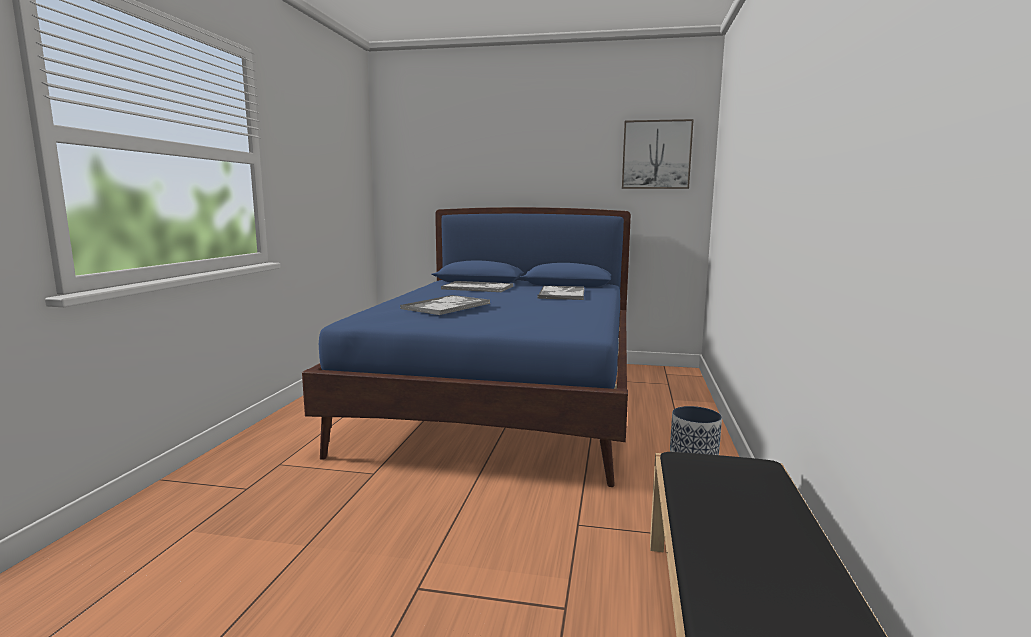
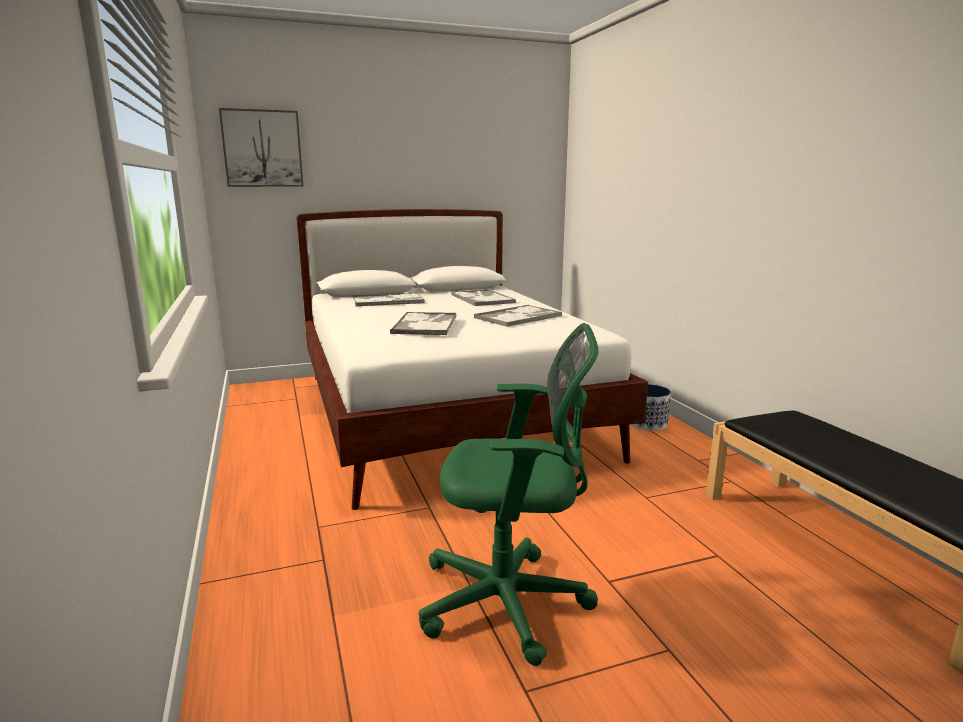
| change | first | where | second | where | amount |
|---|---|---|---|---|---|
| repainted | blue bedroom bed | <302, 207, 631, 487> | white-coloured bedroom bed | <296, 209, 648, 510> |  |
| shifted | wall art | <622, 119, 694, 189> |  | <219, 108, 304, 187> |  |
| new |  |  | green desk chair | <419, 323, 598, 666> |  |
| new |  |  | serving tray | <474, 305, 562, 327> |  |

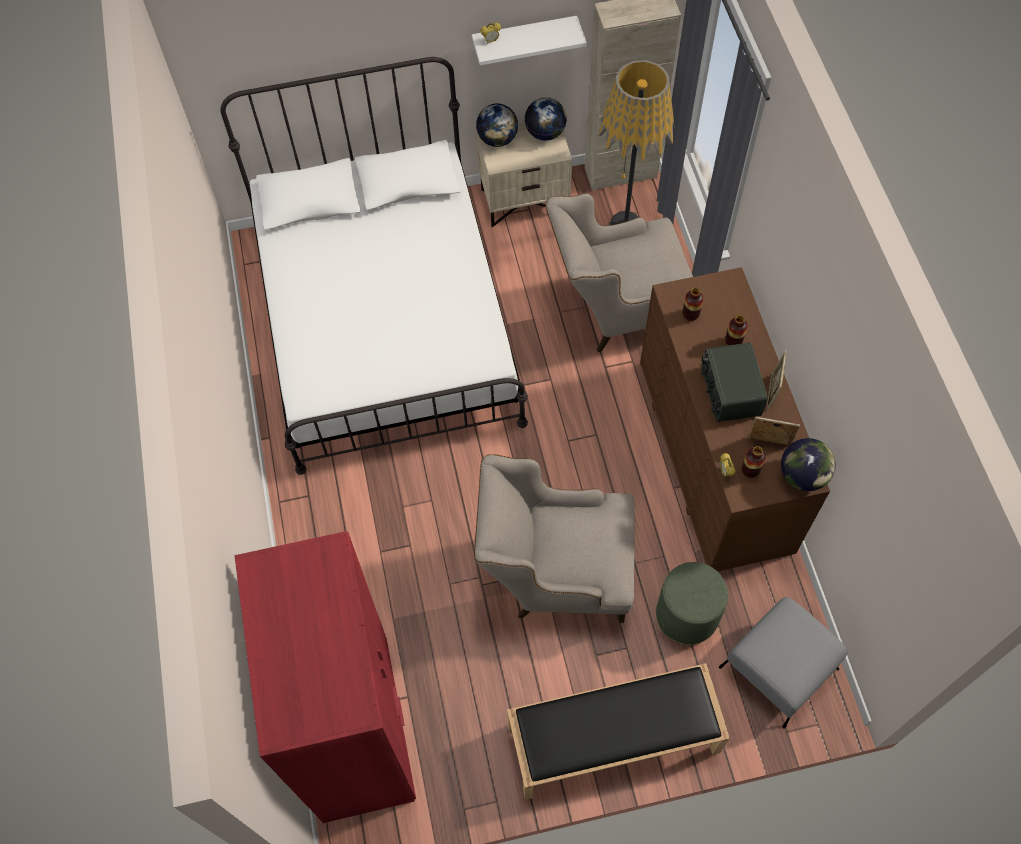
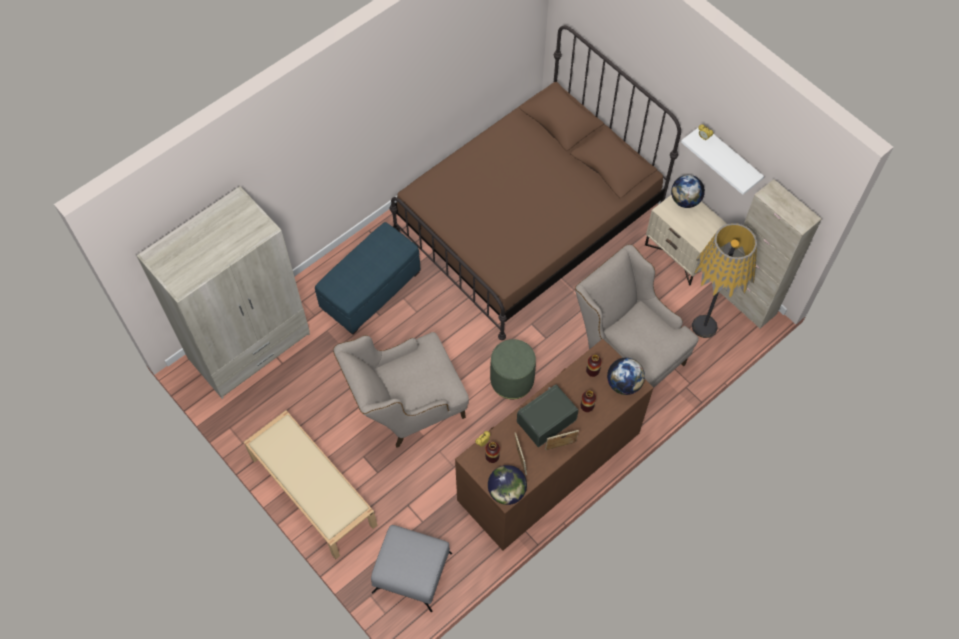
| change | first | where | second | where | amount |
|---|---|---|---|---|---|
| repainted | white-coloured bedroom bed | <220, 57, 528, 475> | brown bedroom bed | <389, 25, 681, 340> |  |
| repainted | red-coloured wardrobe | <235, 531, 416, 823> | beige wardrobe | <136, 186, 310, 399> |  |
| rotated | beige armchair | <474, 454, 635, 623> |  | <333, 332, 469, 448> | 90 degrees counterclockwise |
| repainted | black indoor bench | <507, 663, 730, 800> | beige indoor bench | <244, 410, 377, 559> |  |
| shifted | world globe | <525, 97, 567, 141> |  | <607, 358, 645, 395> |  |
| shifted | green pouffe | <656, 562, 728, 645> |  | <490, 339, 536, 399> |  |
| new |  |  | blue pouffe | <315, 222, 421, 335> |  |

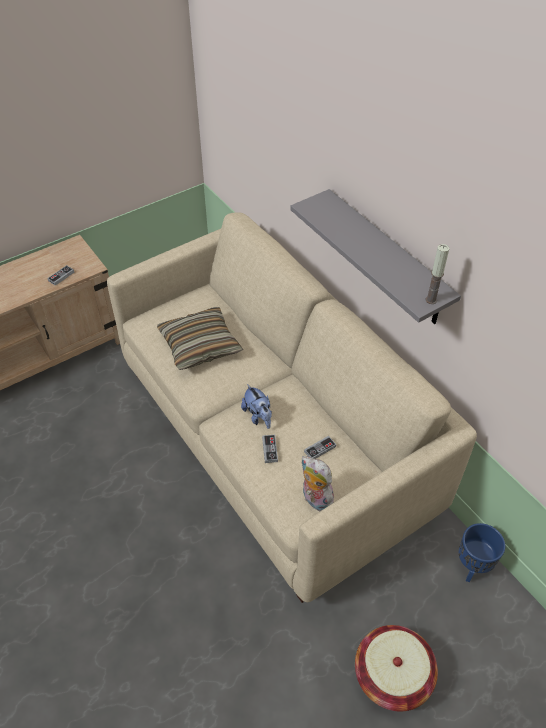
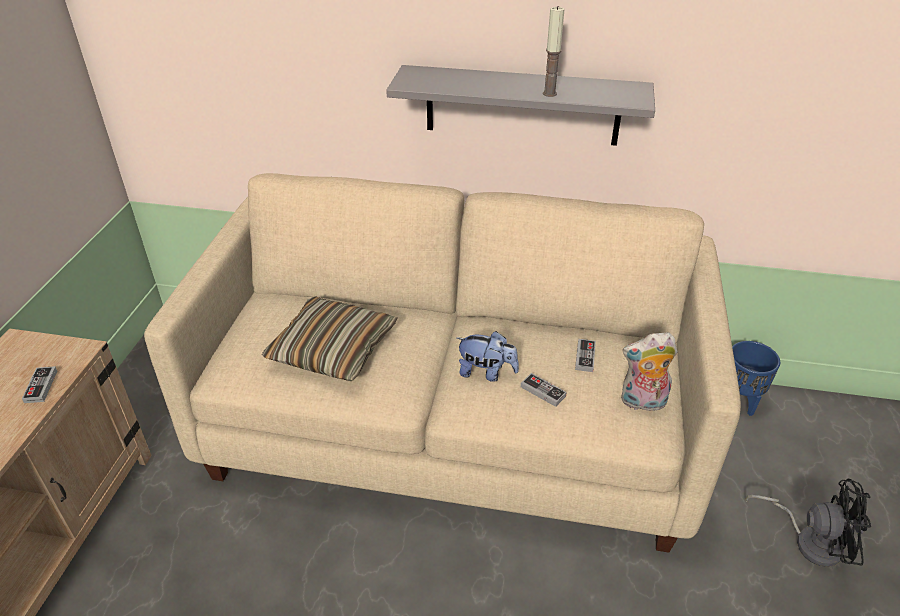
| change | first | where | second | where | amount |
|---|---|---|---|---|---|
| swapped | storage basket | <355, 625, 438, 712> | black electric fan | <746, 479, 871, 567> |  |
| shifted | wax candle | <426, 244, 450, 304> |  | <543, 6, 565, 97> |  |

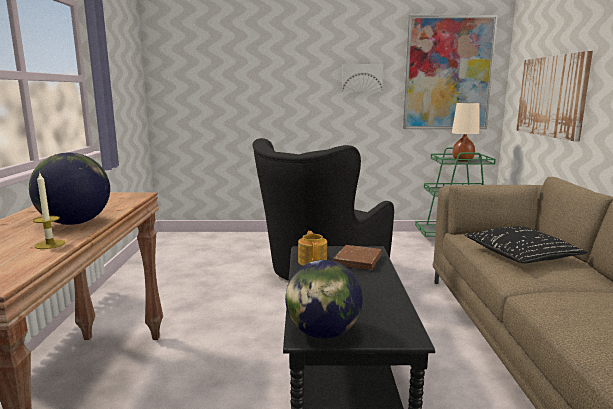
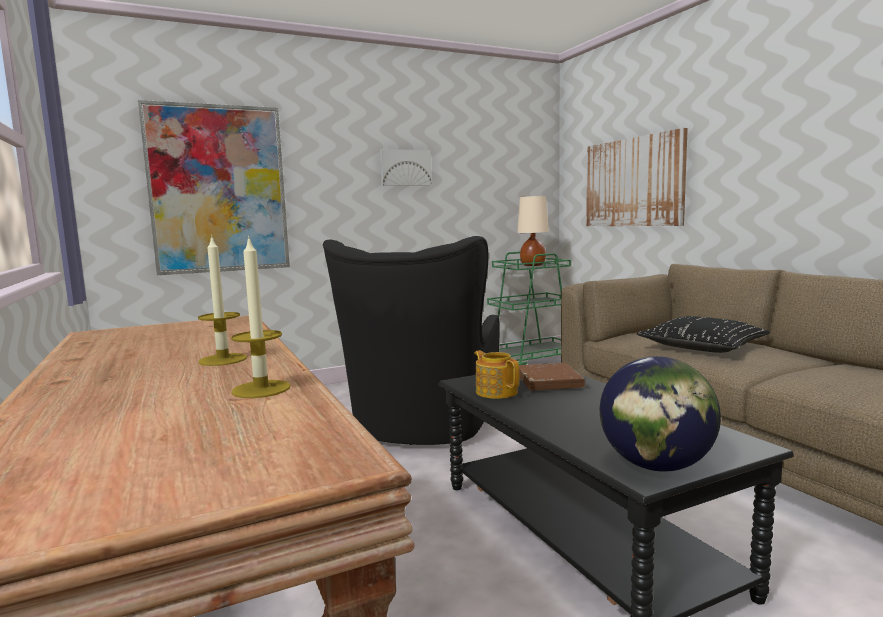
| change | first | where | second | where | amount |
|---|---|---|---|---|---|
| swapped | world globe | <29, 152, 110, 225> | wax candle | <198, 235, 247, 366> |  |
| shifted | wall art | <403, 15, 498, 129> |  | <138, 100, 290, 275> |  |

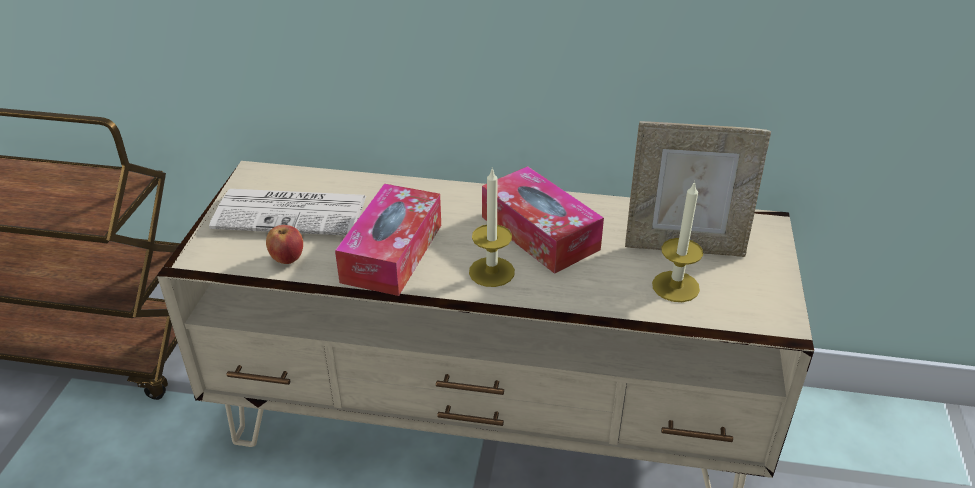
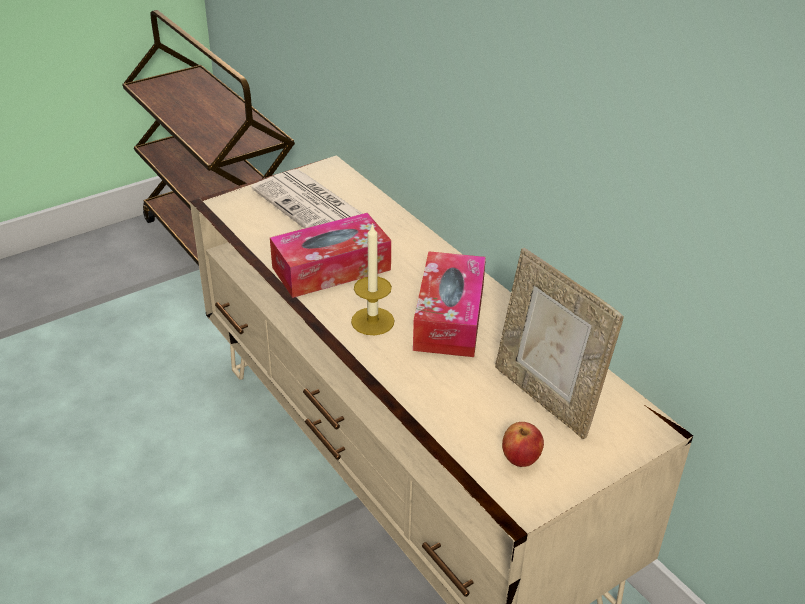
| change | first | where | second | where | amount |
|---|---|---|---|---|---|
| shifted | whole apple | <266, 225, 303, 264> |  | <502, 422, 544, 467> |  |
| gone | wax candle | <652, 181, 703, 302> |  |  |  |

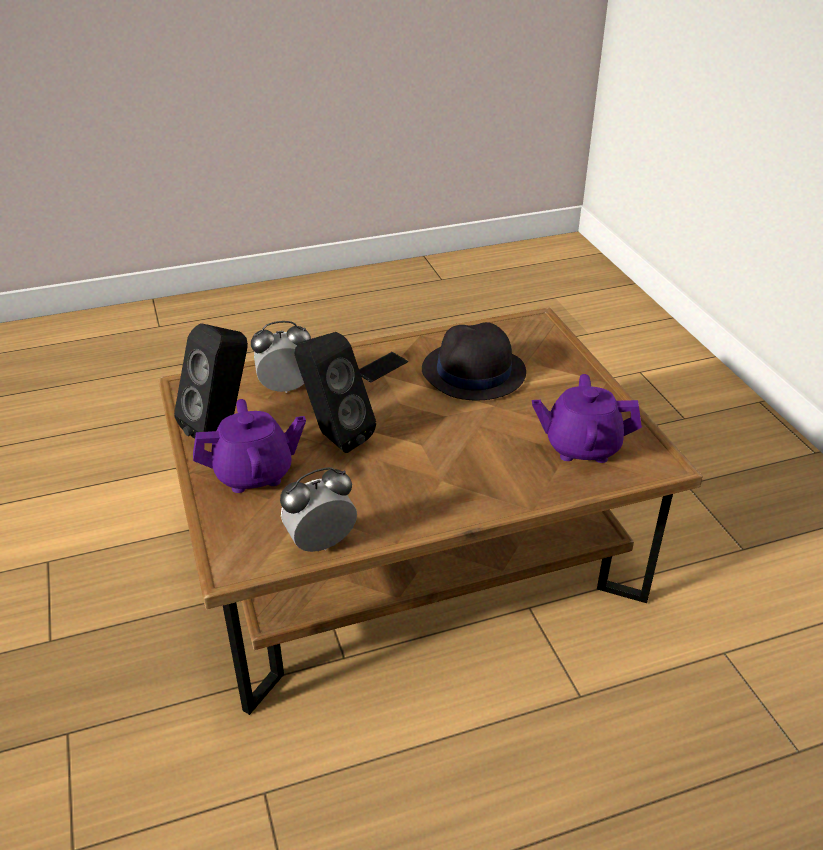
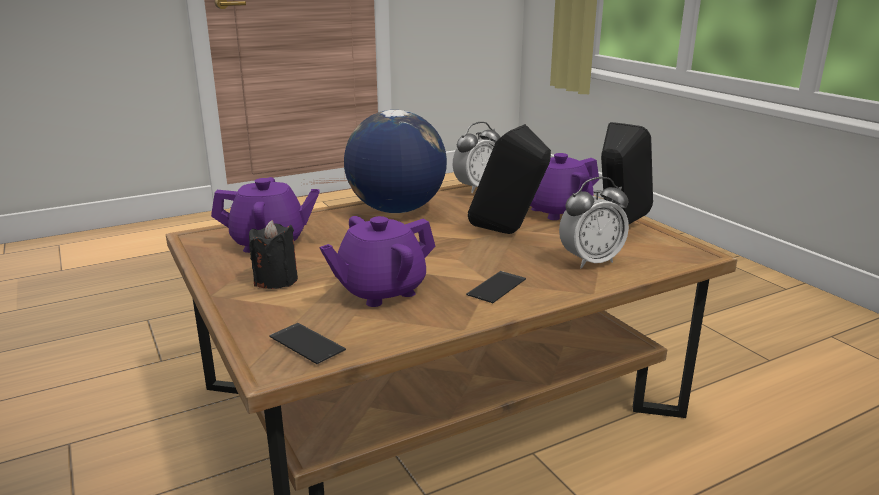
| change | first | where | second | where | amount |
|---|---|---|---|---|---|
| swapped | black clothing hat | <422, 322, 526, 400> | purple tea pot | <320, 216, 436, 307> |  |
| new |  |  | black wax candle | <249, 220, 298, 289> |  |
| new |  |  | phone | <269, 323, 346, 364> |  |
| new |  |  | world globe | <344, 110, 447, 213> |  |

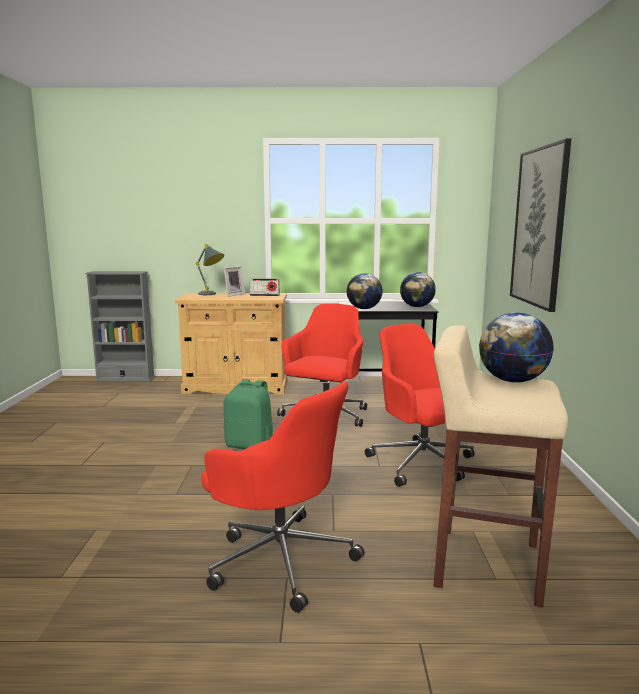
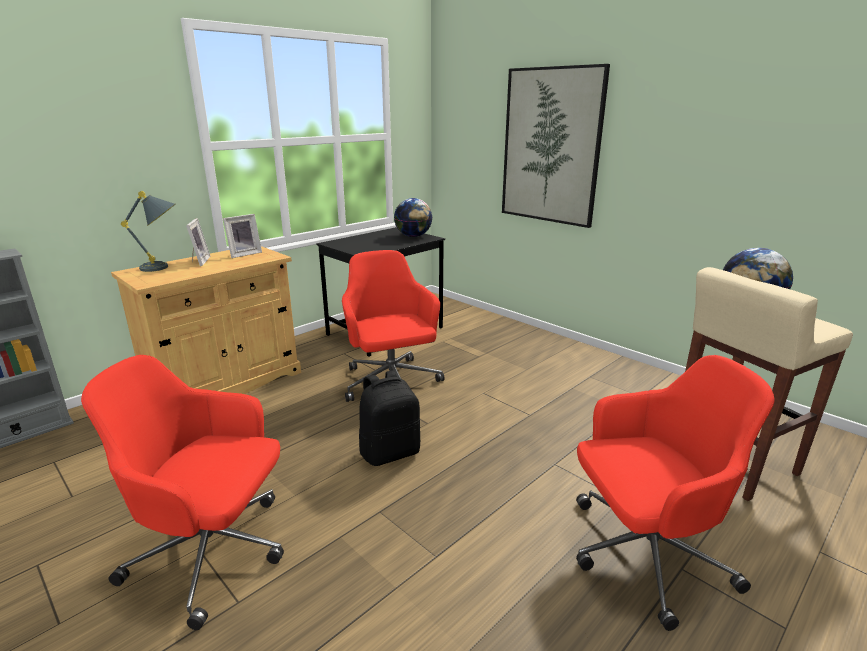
| change | first | where | second | where | amount |
|---|---|---|---|---|---|
| repainted | green rucksack | <223, 379, 273, 449> | black rucksack | <359, 370, 420, 466> |  |
| swapped | radio | <249, 279, 279, 296> | standing frame | <223, 214, 262, 258> |  |
| gone | world globe | <347, 273, 383, 309> |  |  |  |
| shifted | red-coloured desk chair | <365, 324, 474, 487> |  | <81, 355, 284, 630> |  |

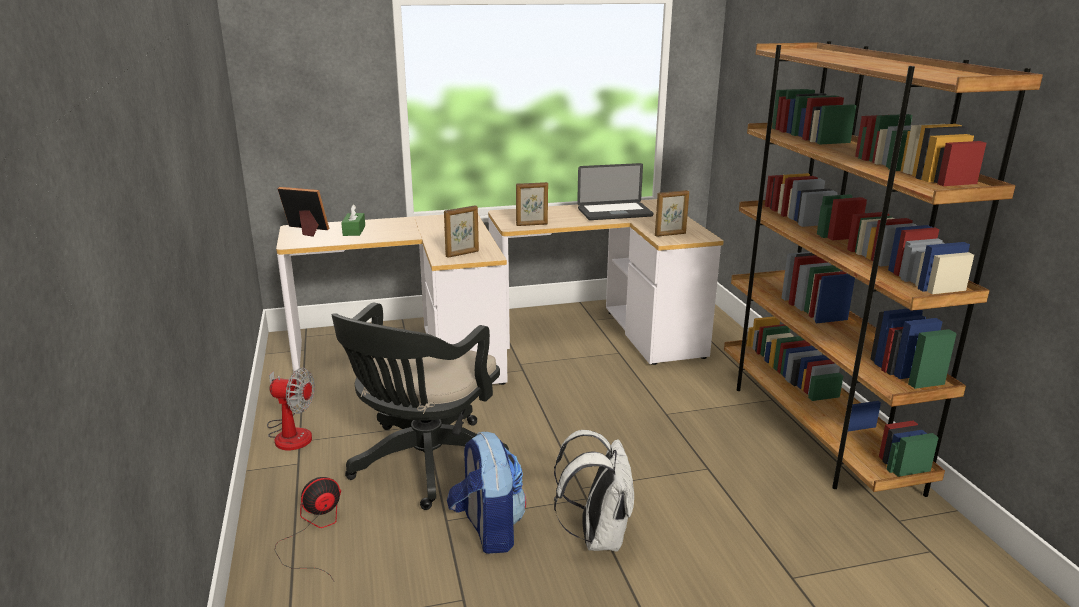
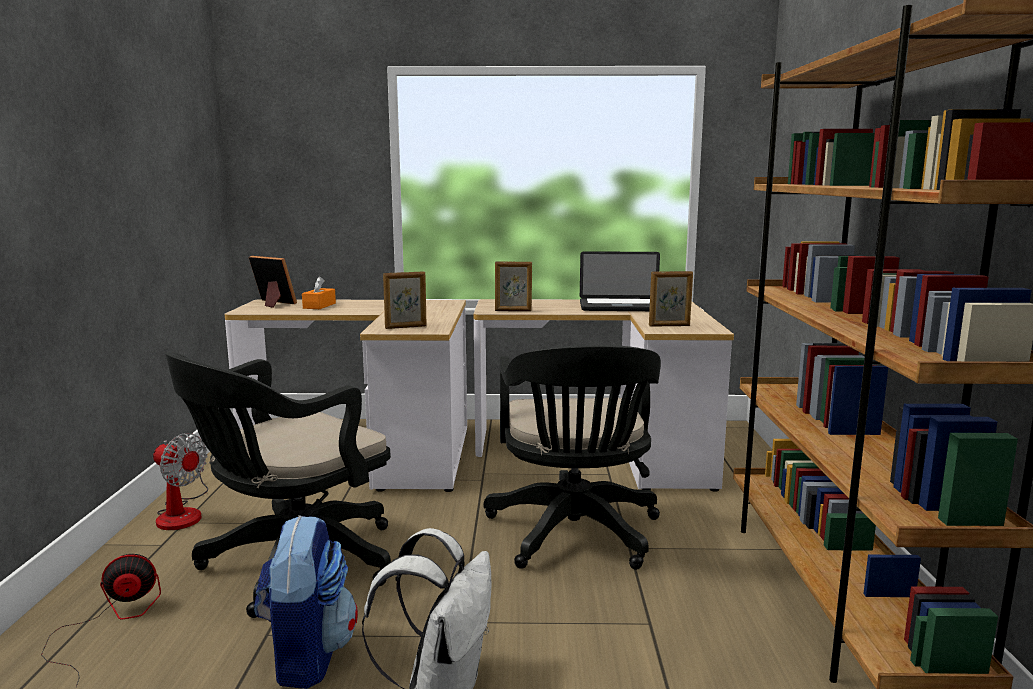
| change | first | where | second | where | amount |
|---|---|---|---|---|---|
| repainted | green tissue box | <341, 204, 365, 236> | orange tissue box | <302, 276, 336, 309> |  |
| new |  |  | black desk chair | <484, 345, 661, 570> |  |

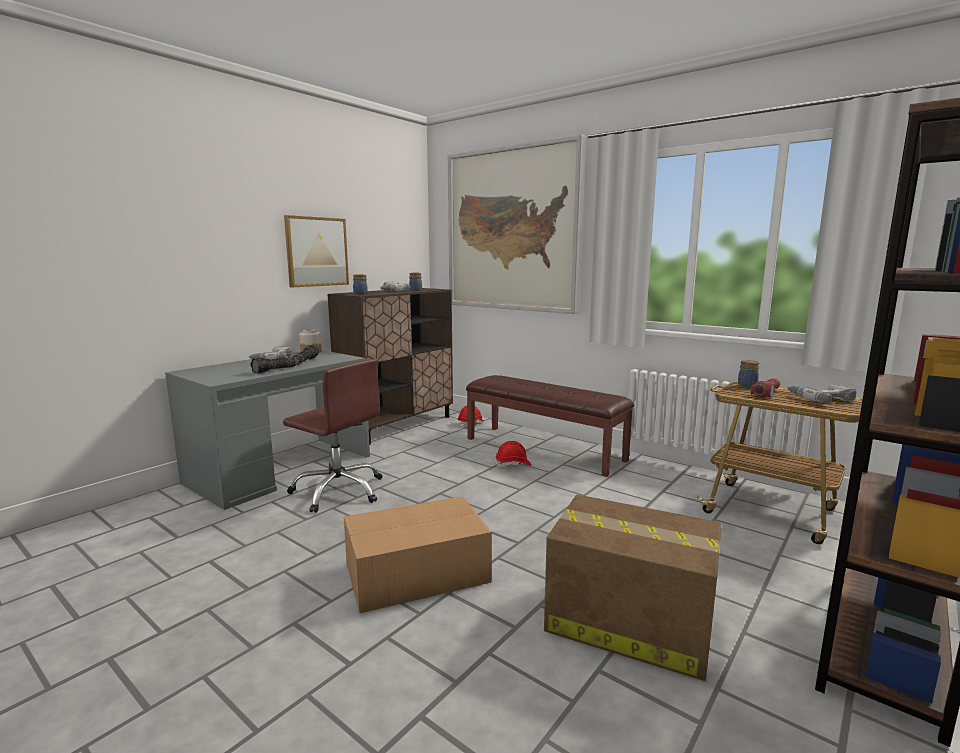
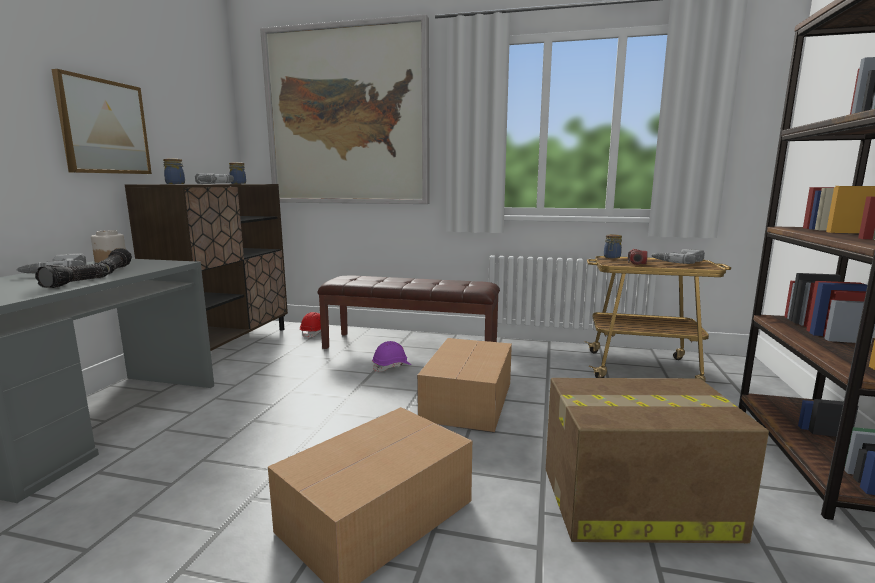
| change | first | where | second | where | amount |
|---|---|---|---|---|---|
| gone | brown desk chair | <283, 358, 382, 513> |  |  |  |
| repainted | red-coloured hard hat | <496, 441, 531, 467> | purple hard hat | <372, 341, 411, 372> |  |
| new |  |  | cardboard box | <417, 338, 512, 432> |  |

